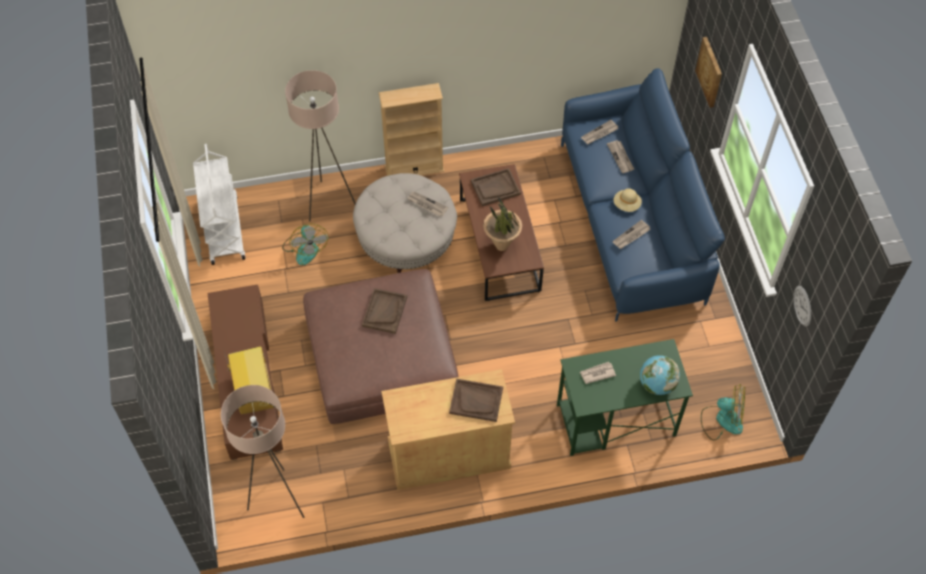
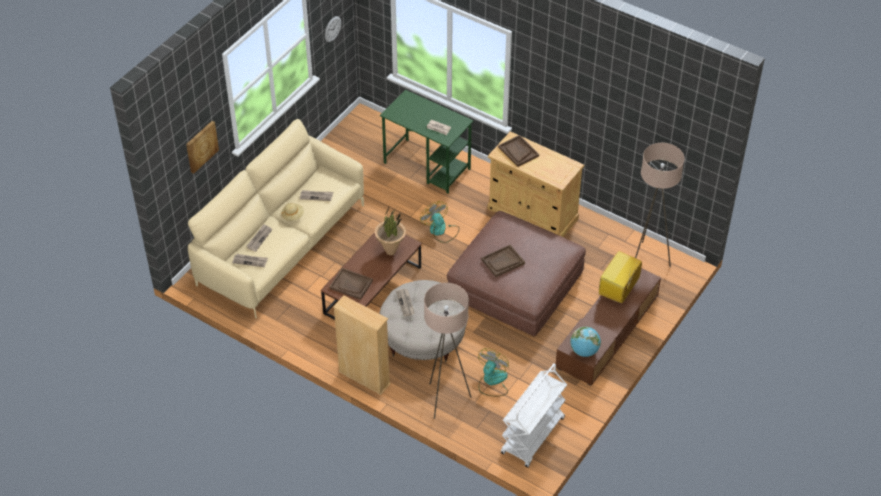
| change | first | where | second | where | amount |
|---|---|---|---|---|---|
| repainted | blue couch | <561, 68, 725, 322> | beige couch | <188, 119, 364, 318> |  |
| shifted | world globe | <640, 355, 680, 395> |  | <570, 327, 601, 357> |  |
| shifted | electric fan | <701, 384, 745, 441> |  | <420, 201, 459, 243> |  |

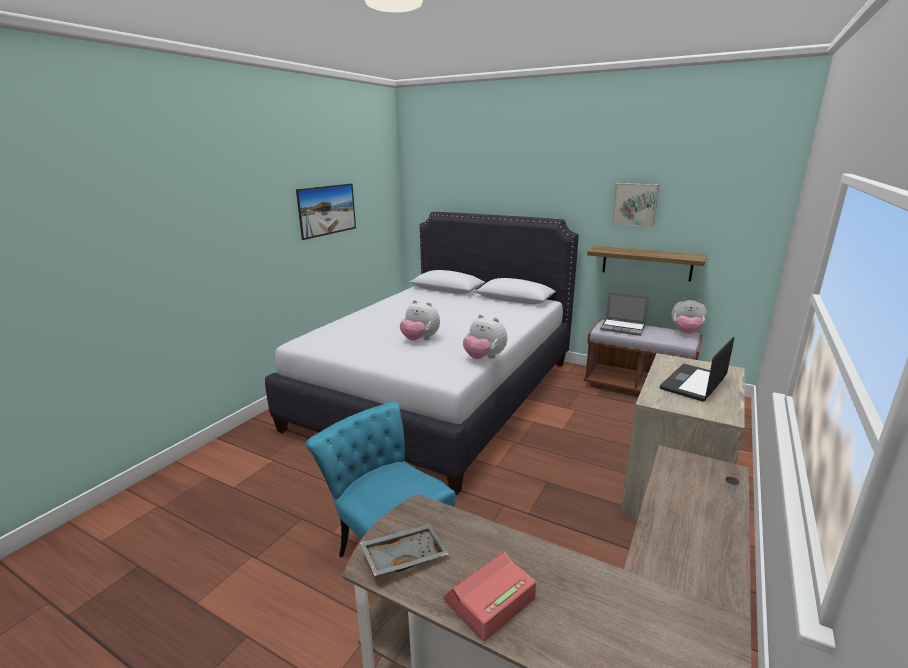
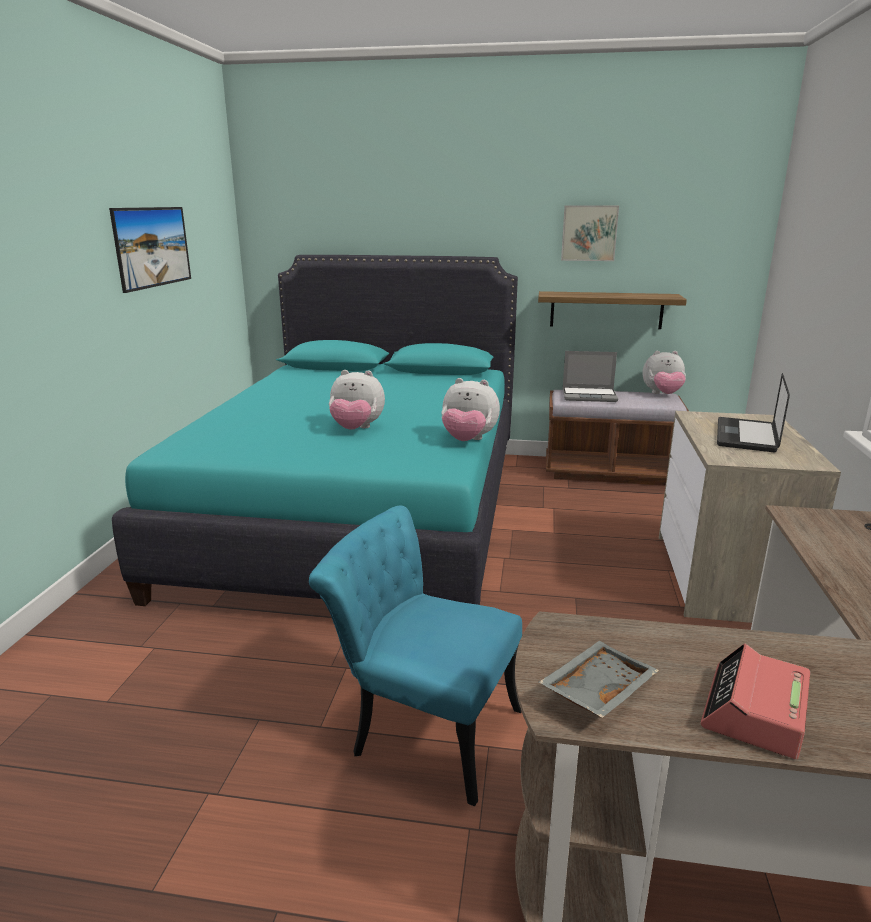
| change | first | where | second | where | amount |
|---|---|---|---|---|---|
| repainted | white-coloured bedroom bed | <265, 212, 579, 495> | turquoise bedroom bed | <112, 255, 518, 606> |  |

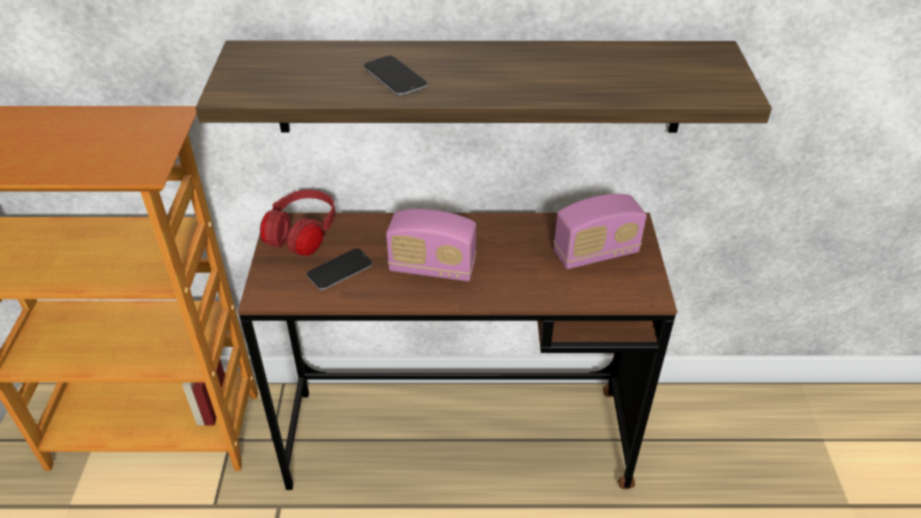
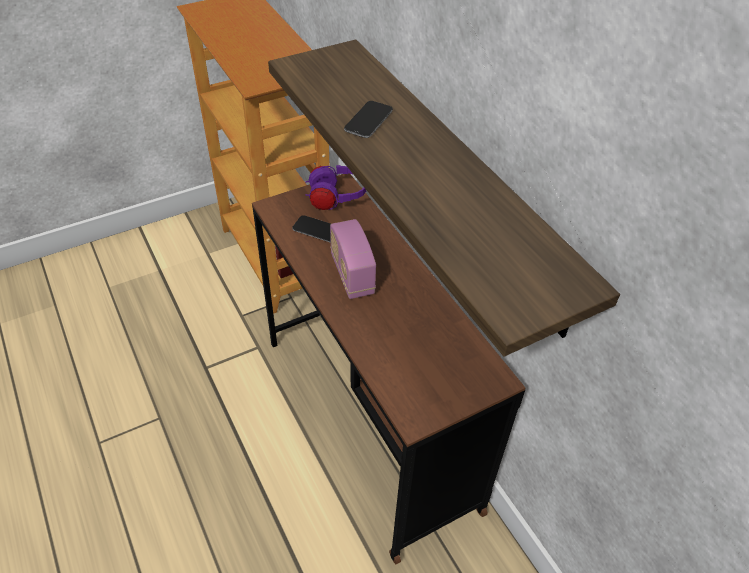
| change | first | where | second | where | amount |
|---|---|---|---|---|---|
| repainted | red-coloured headset | <260, 190, 335, 256> | purple headset | <305, 165, 367, 210> |  |
| gone | radio | <554, 194, 647, 269> |  |  |  |

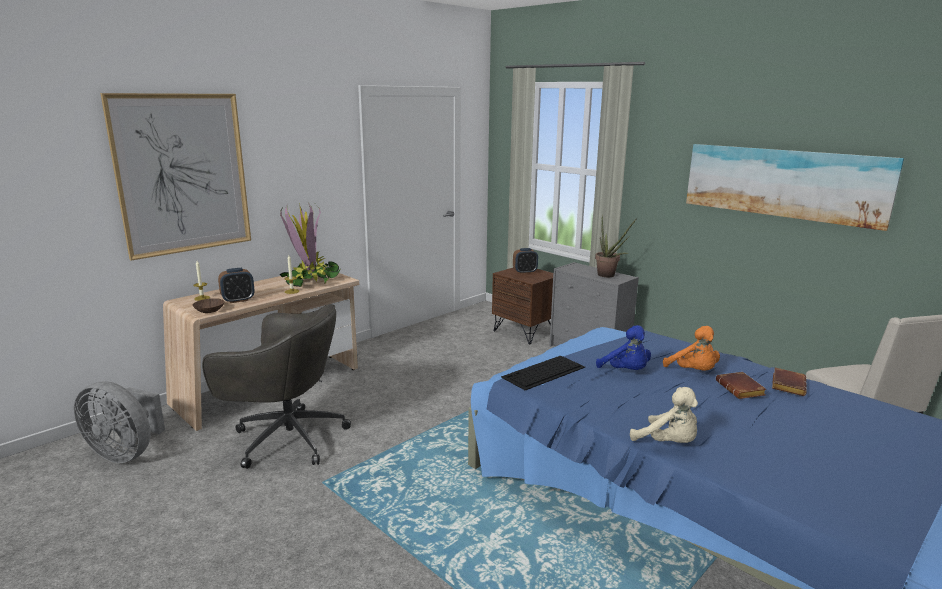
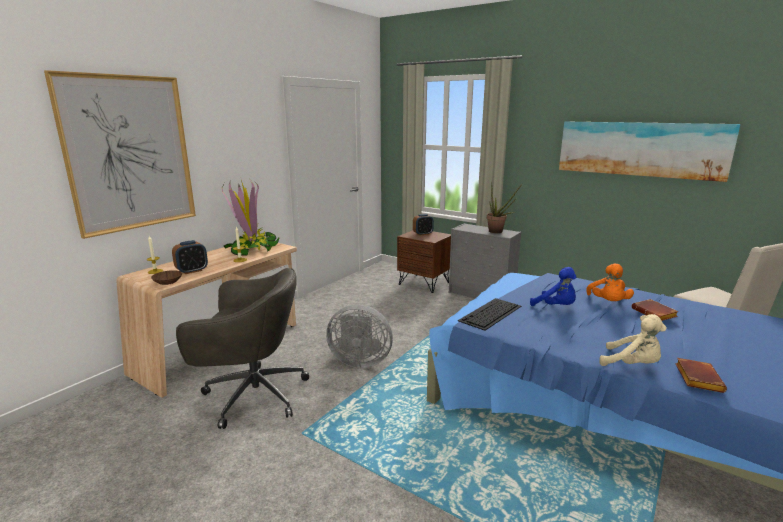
| change | first | where | second | where | amount |
|---|---|---|---|---|---|
| shifted | greyish electric fan | <74, 381, 165, 463> |  | <326, 305, 393, 368> |  |
| rotated | orange cuddly toy | <663, 326, 720, 371> |  | <586, 264, 634, 301> | 45 degrees clockwise |
| shifted | brown bound book | <772, 368, 807, 396> |  | <675, 358, 727, 393> |  |

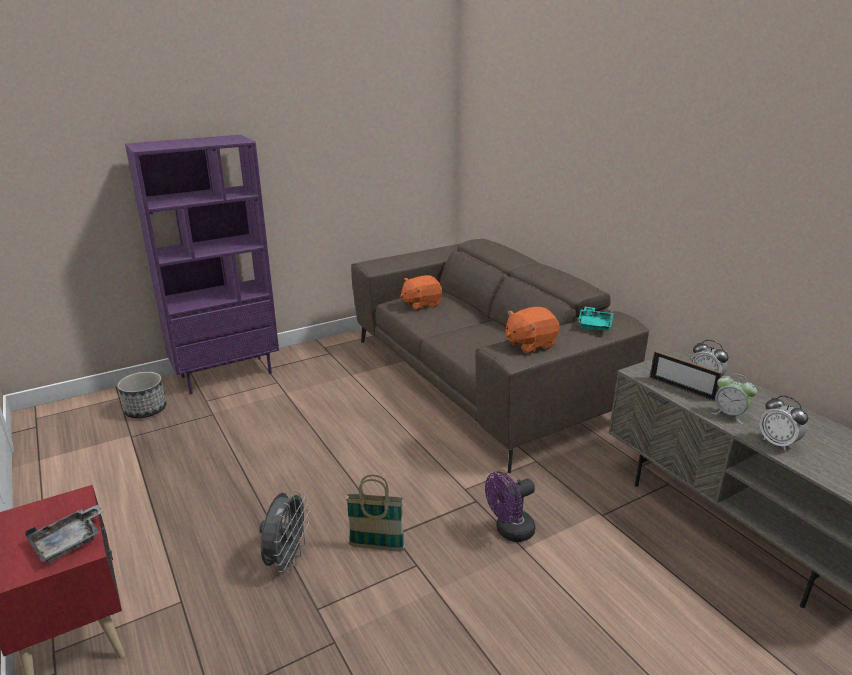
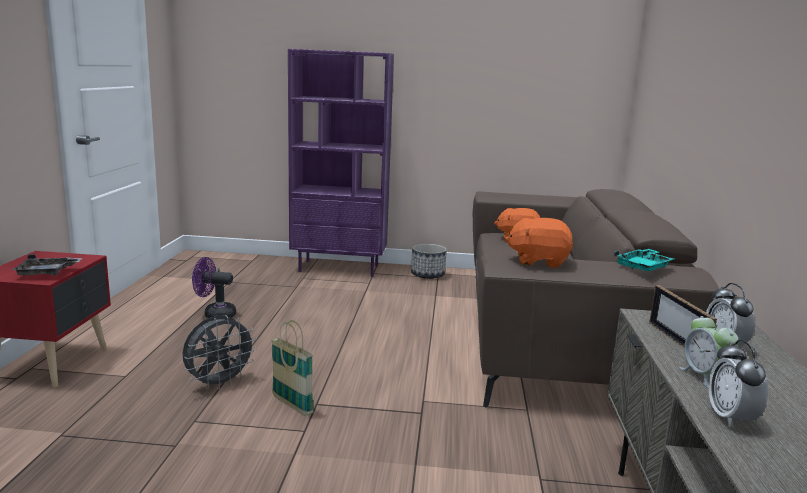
| change | first | where | second | where | amount |
|---|---|---|---|---|---|
| shifted | flower pot | <117, 372, 167, 418> |  | <411, 244, 447, 279> |  |
| shifted | purple electric fan | <485, 471, 535, 542> |  | <192, 257, 236, 318> |  |

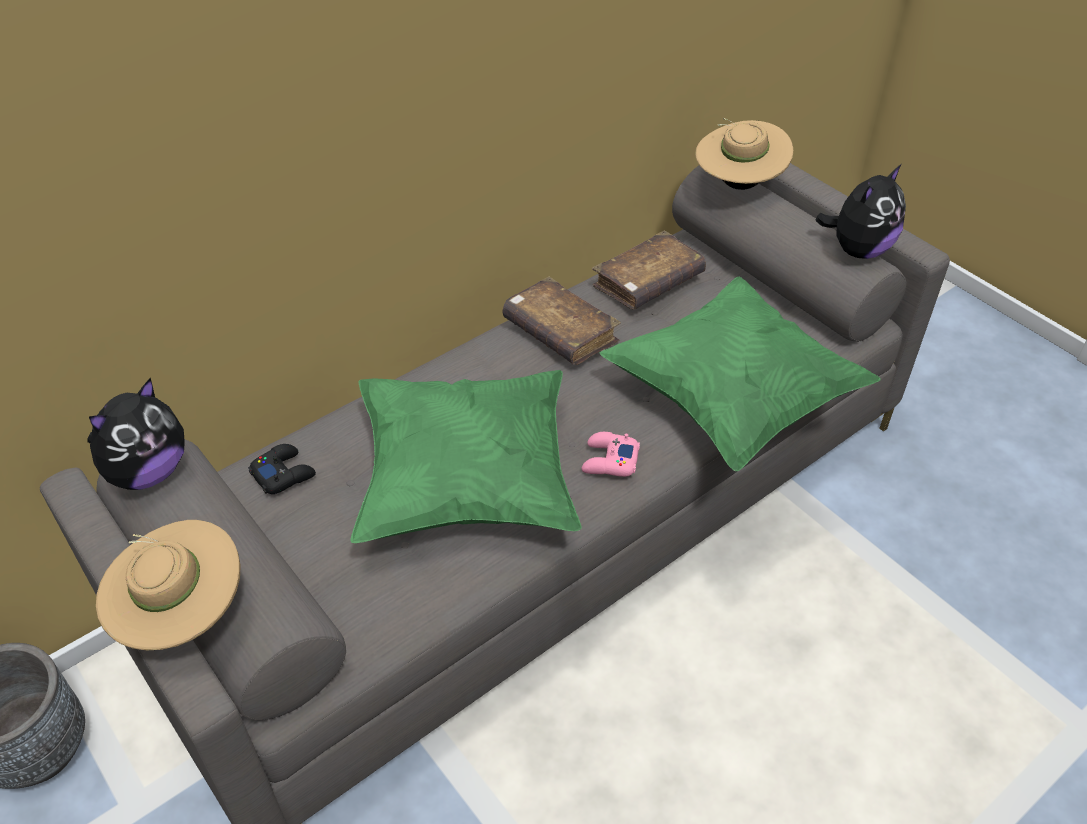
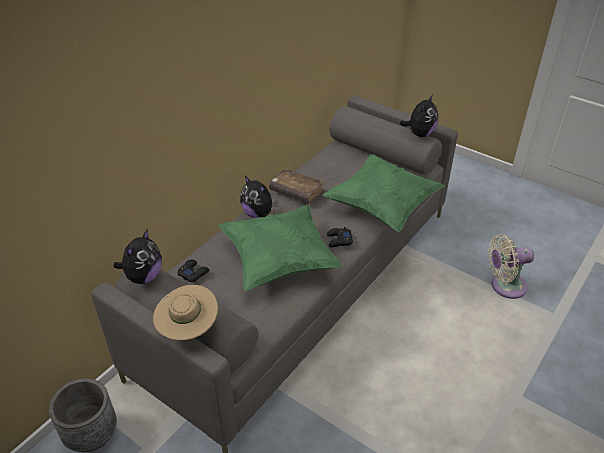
| change | first | where | second | where | amount |
|---|---|---|---|---|---|
| repainted | pinkish game controller | <582, 432, 640, 477> | black game controller | <327, 227, 353, 247> |  |
| gone | brown bound book | <592, 231, 706, 310> |  |  |  |
| gone | beige clothing hat | <695, 118, 793, 190> |  |  |  |
| new |  |  | cuddly toy | <240, 176, 278, 218> |  |
| new |  |  | beige electric fan | <488, 234, 534, 299> |  |

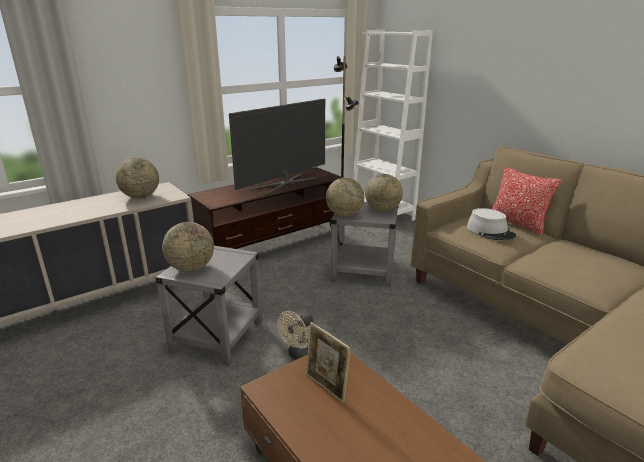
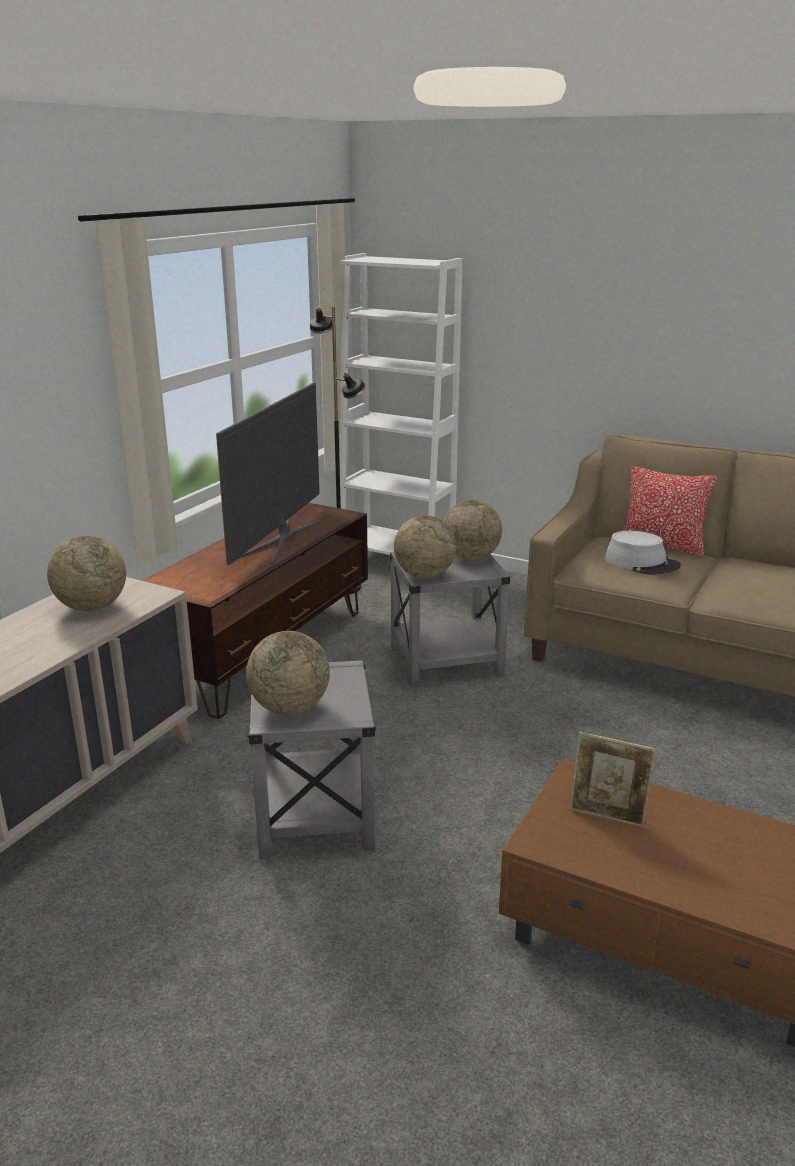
| change | first | where | second | where | amount |
|---|---|---|---|---|---|
| gone | beige electric fan | <277, 311, 313, 360> |  |  |  |

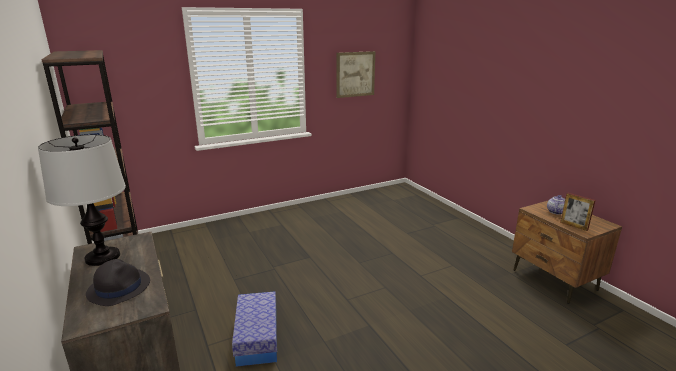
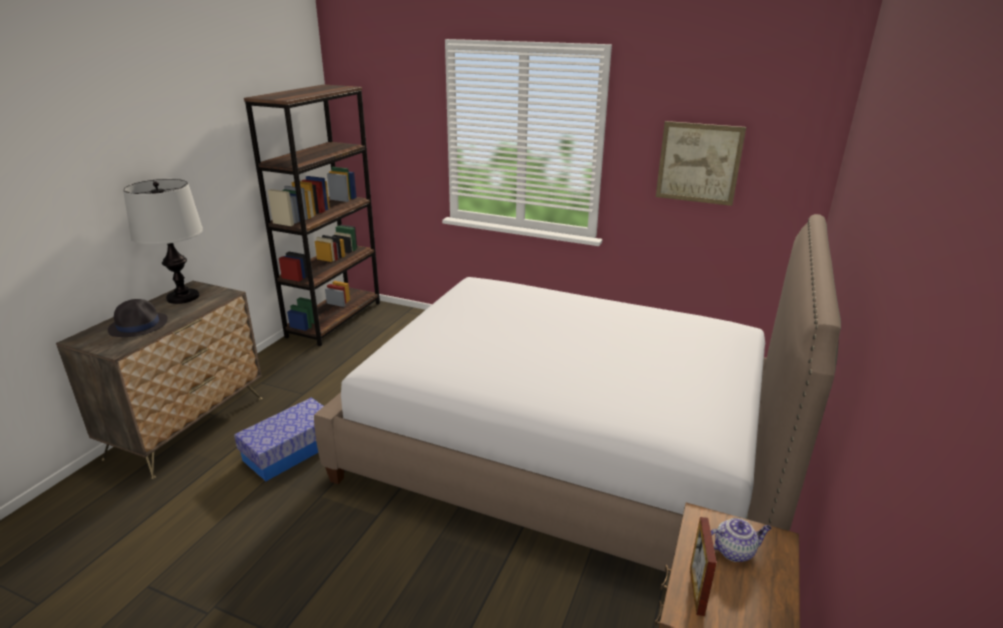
| change | first | where | second | where | amount |
|---|---|---|---|---|---|
| new |  |  | bedroom bed | <314, 214, 841, 573> |  |

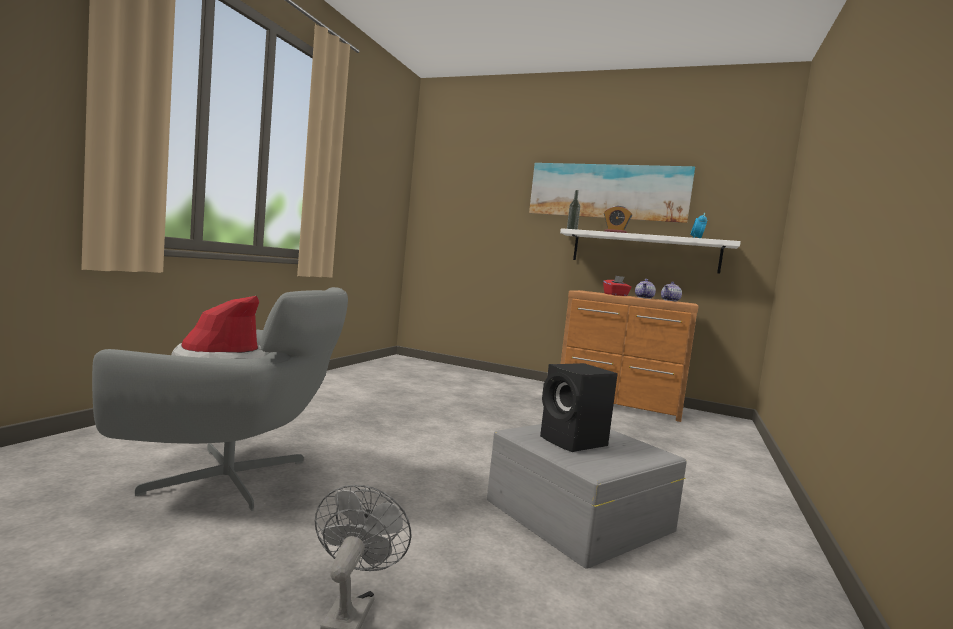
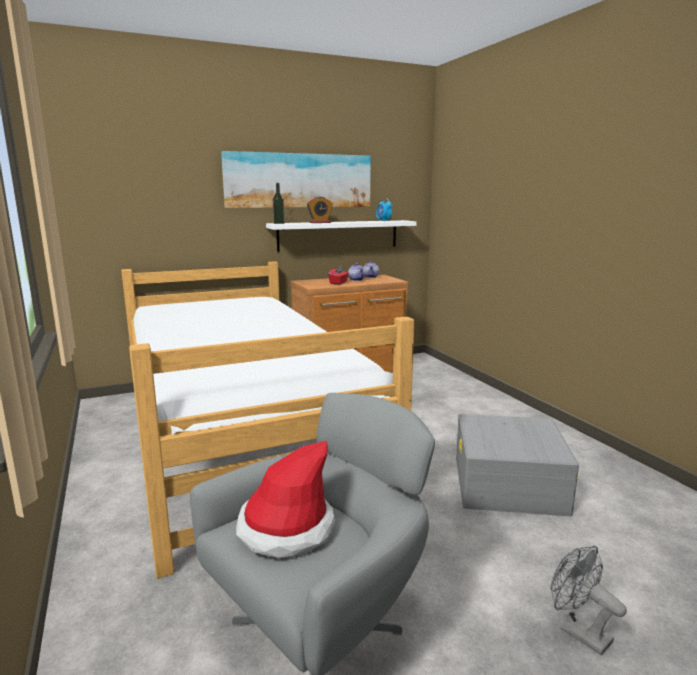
| change | first | where | second | where | amount |
|---|---|---|---|---|---|
| gone | black loudspeaker | <540, 363, 618, 452> |  |  |  |
| new |  |  | bedroom bed | <121, 261, 414, 578> |  |

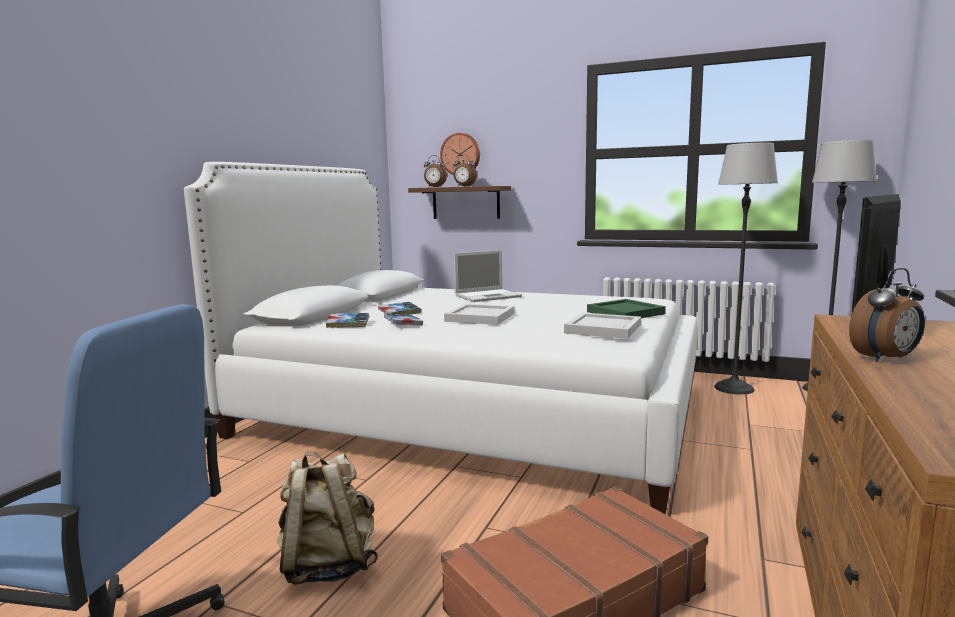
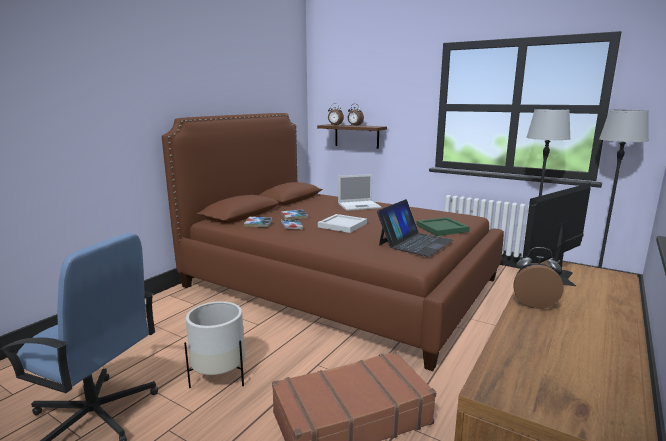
| change | first | where | second | where | amount |
|---|---|---|---|---|---|
| repainted | white-coloured bedroom bed | <184, 162, 697, 514> | brown bedroom bed | <162, 113, 504, 371> |  |
| swapped | beige rucksack | <277, 452, 378, 585> | white-coloured flower pot | <184, 301, 245, 388> |  |
| gone | hanging clock | <440, 133, 480, 174> |  |  |  |
| swapped | white-coloured serving tray | <564, 313, 641, 339> | notebook computer | <377, 199, 453, 257> |  |
| rotated | table clock | <849, 268, 925, 362> |  | <513, 247, 563, 309> | 150 degrees counterclockwise |

